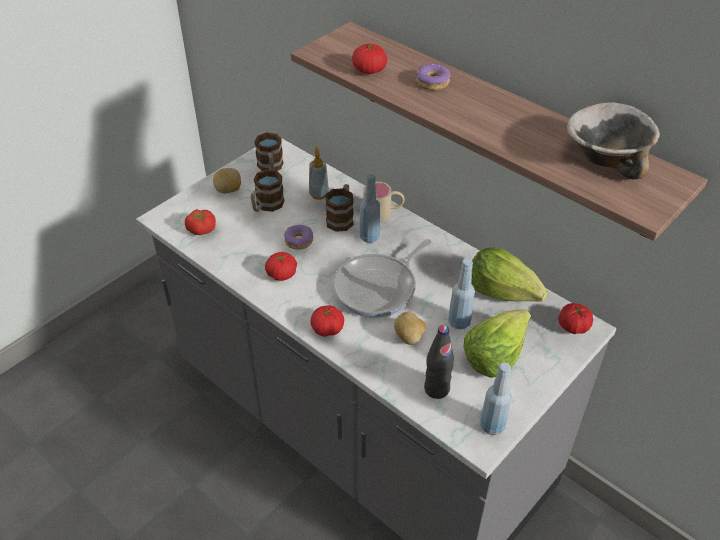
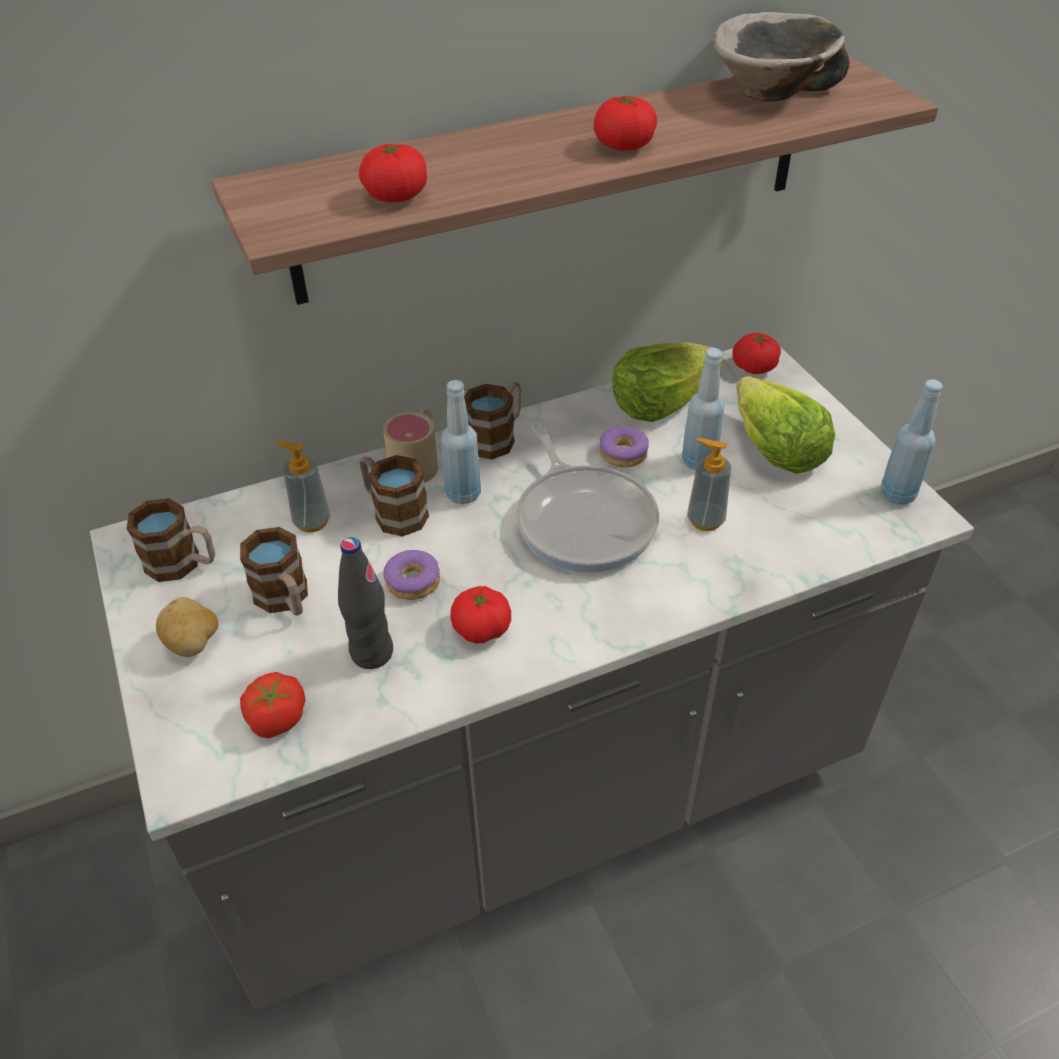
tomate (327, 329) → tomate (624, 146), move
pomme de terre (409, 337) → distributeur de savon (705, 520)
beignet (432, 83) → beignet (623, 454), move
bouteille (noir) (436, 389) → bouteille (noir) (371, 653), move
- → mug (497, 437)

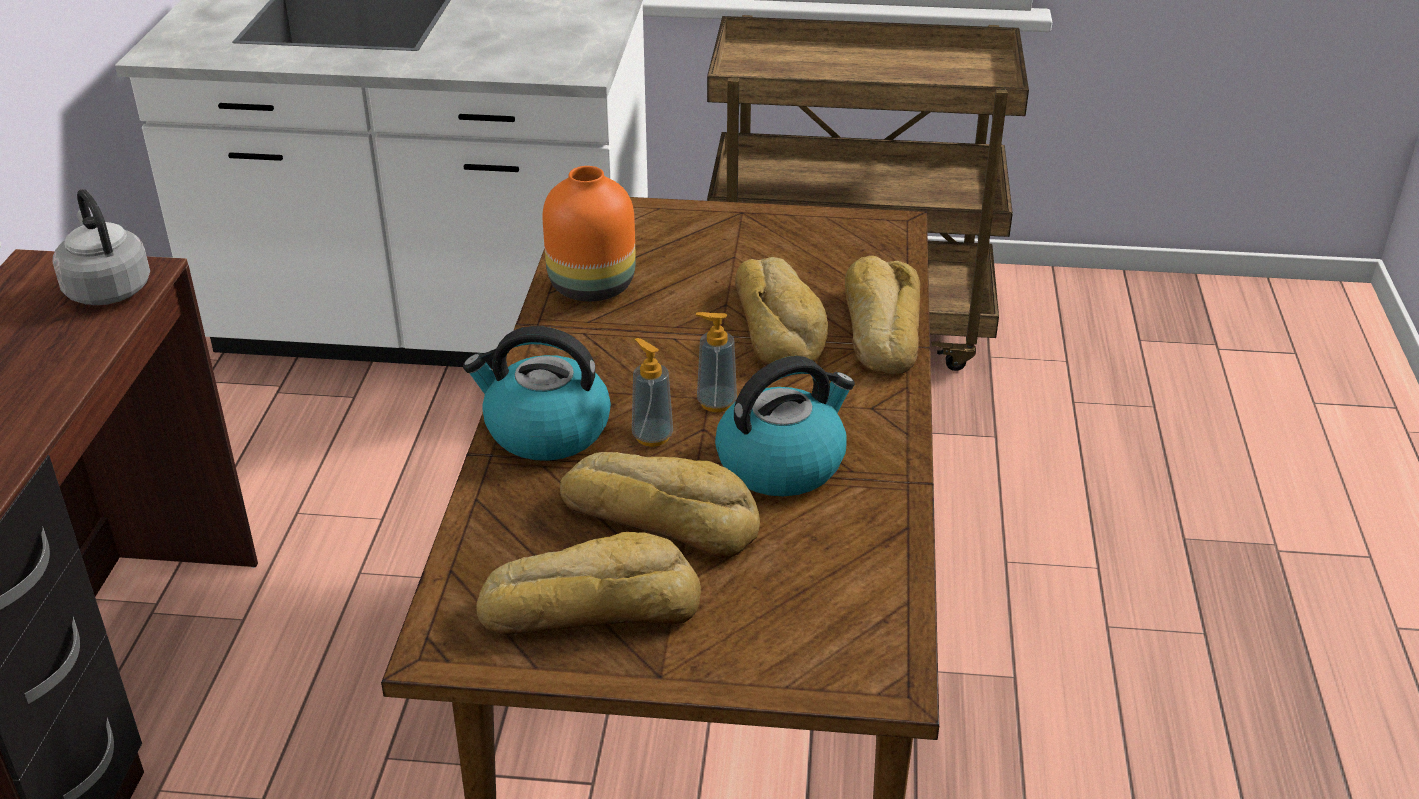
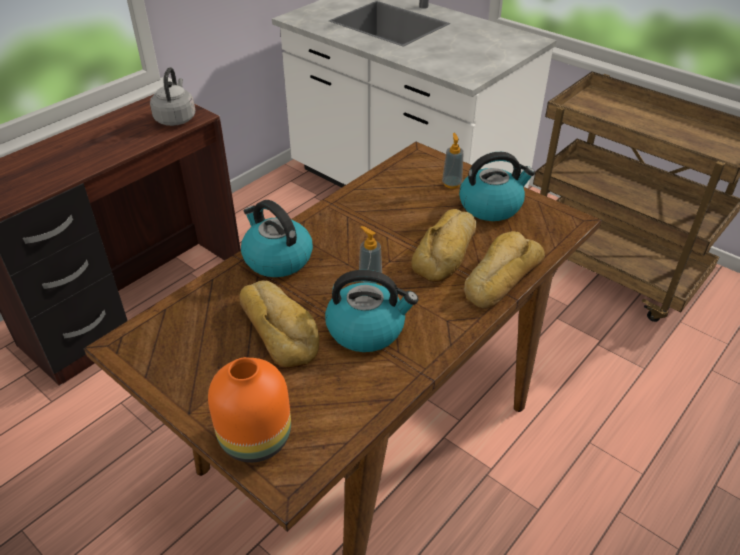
pain (590, 605) → -
vase (orange) (590, 285) → vase (orange) (255, 436), move
distributeur de savon (652, 436) → distributeur de savon (451, 184), move
- → bouilloire (491, 206)

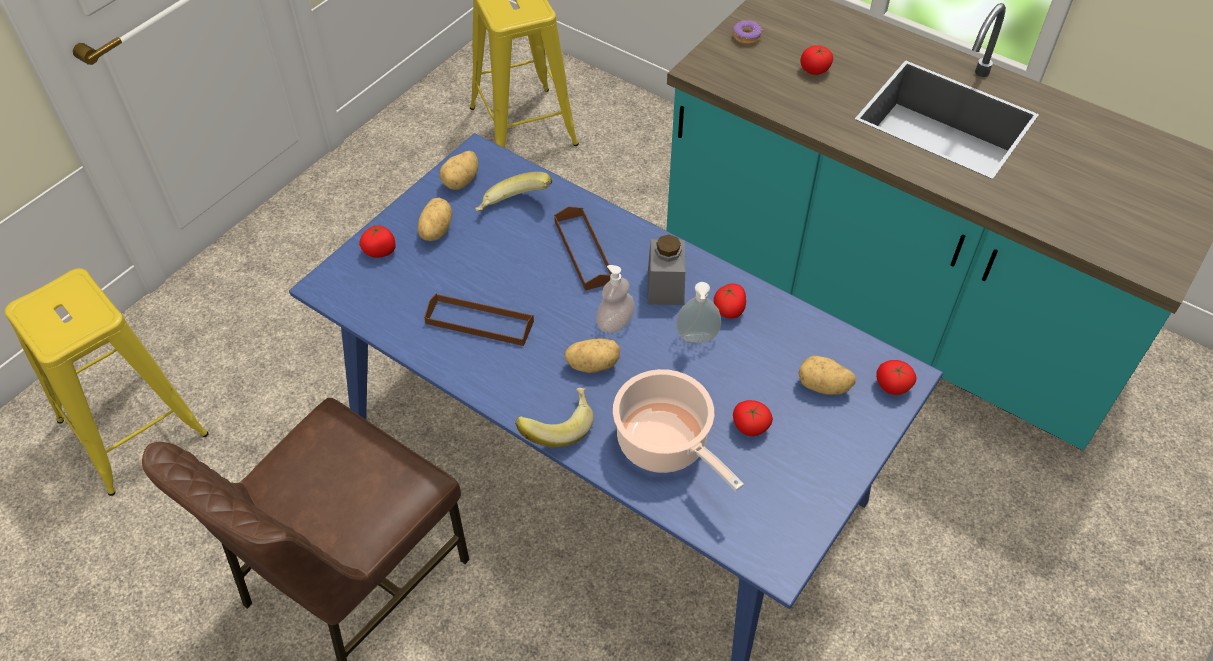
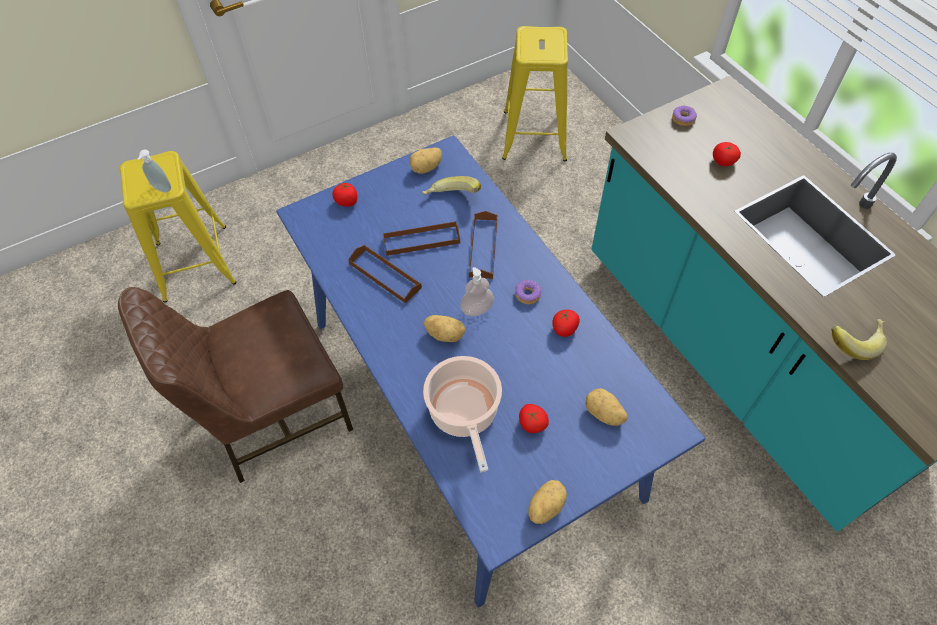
pomme de terre (435, 230) → pomme de terre (545, 506), move
banane (557, 426) → banane (852, 342), move
bocal (gris) (665, 287) → beignet (527, 294)
distributeur de savon (697, 339) → distributeur de savon (161, 189), move
tomate (892, 386) → -
- → plateau (marron) (421, 240)

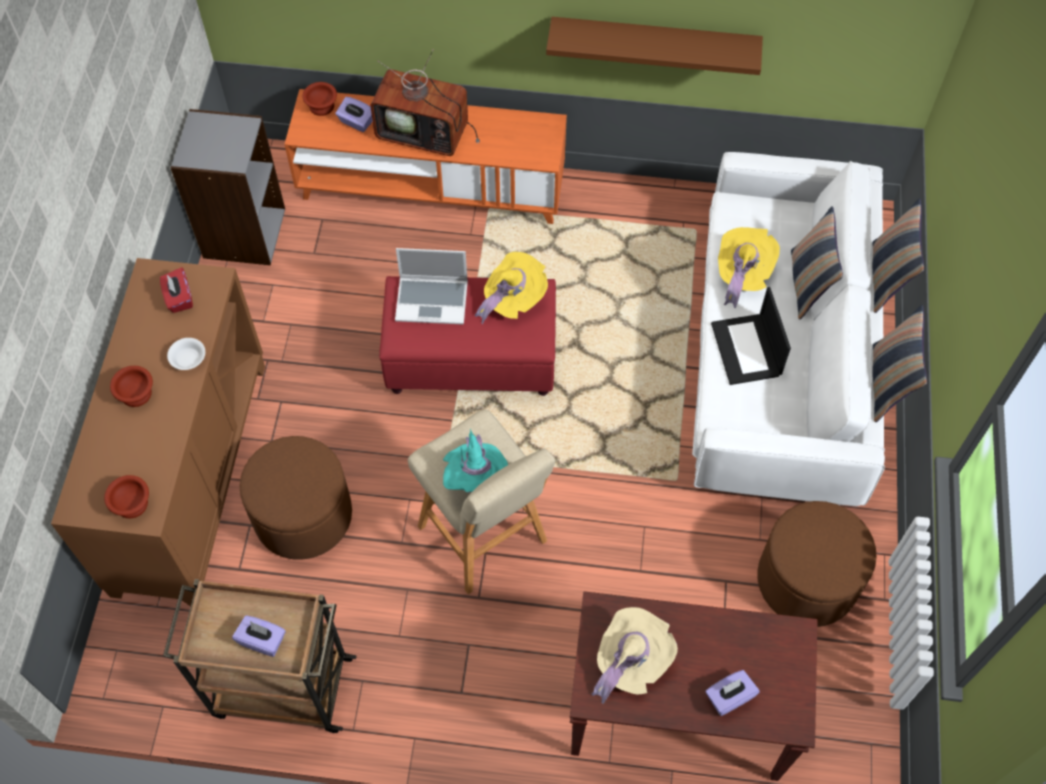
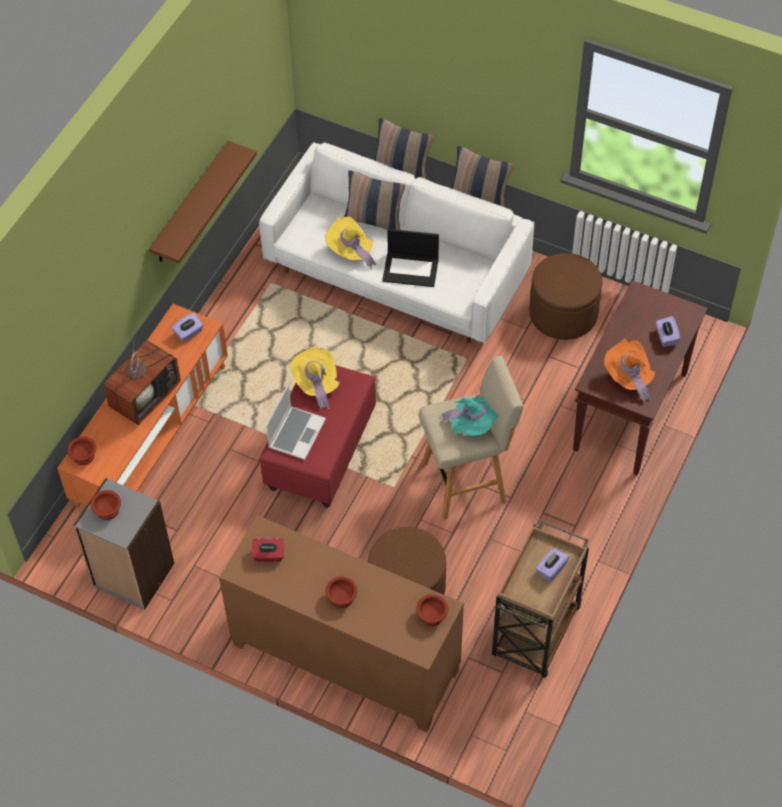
bol (blanc) (188, 359) → -
boîte à mouchoirs (violet) (356, 122) → boîte à mouchoirs (violet) (189, 333), move
chapeau (beige) (630, 661) → chapeau (orange) (628, 378)
- → bol (marron) (106, 510)

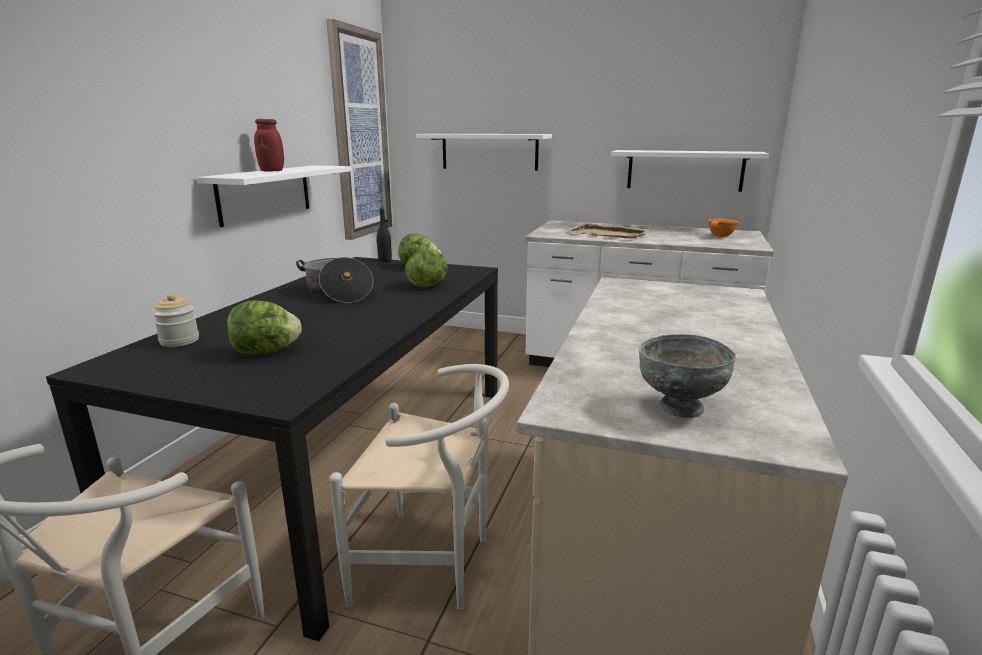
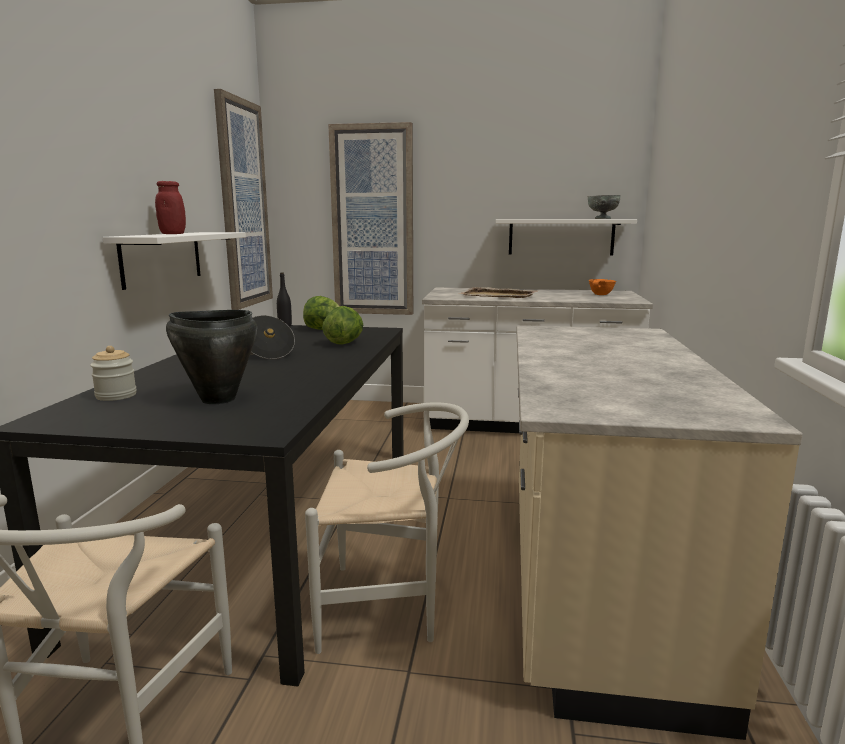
laitue (266, 352) → marmite (noir) (217, 399)
étagère (blanc) (489, 151) → tableau (373, 222)
bol (gris) (679, 408) → bol (gris) (602, 218), move

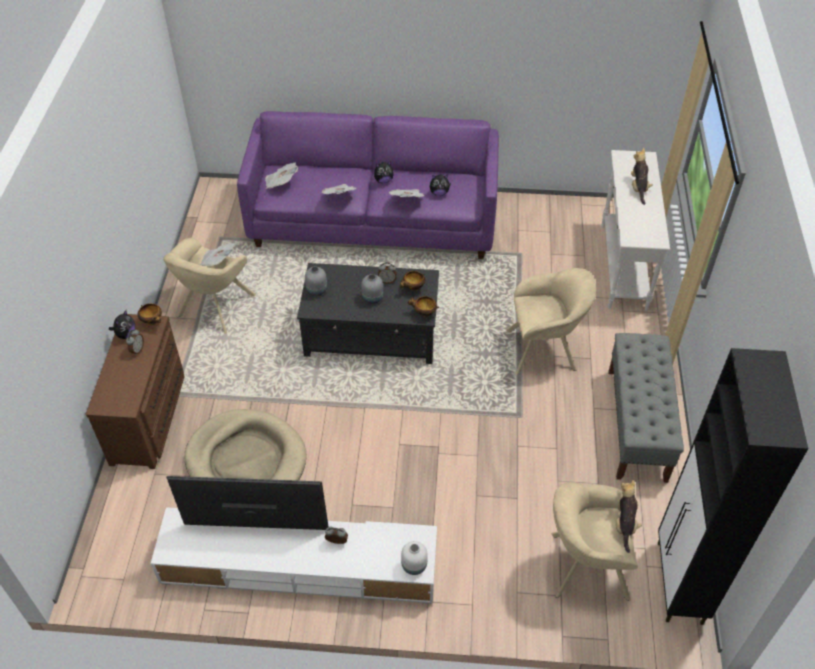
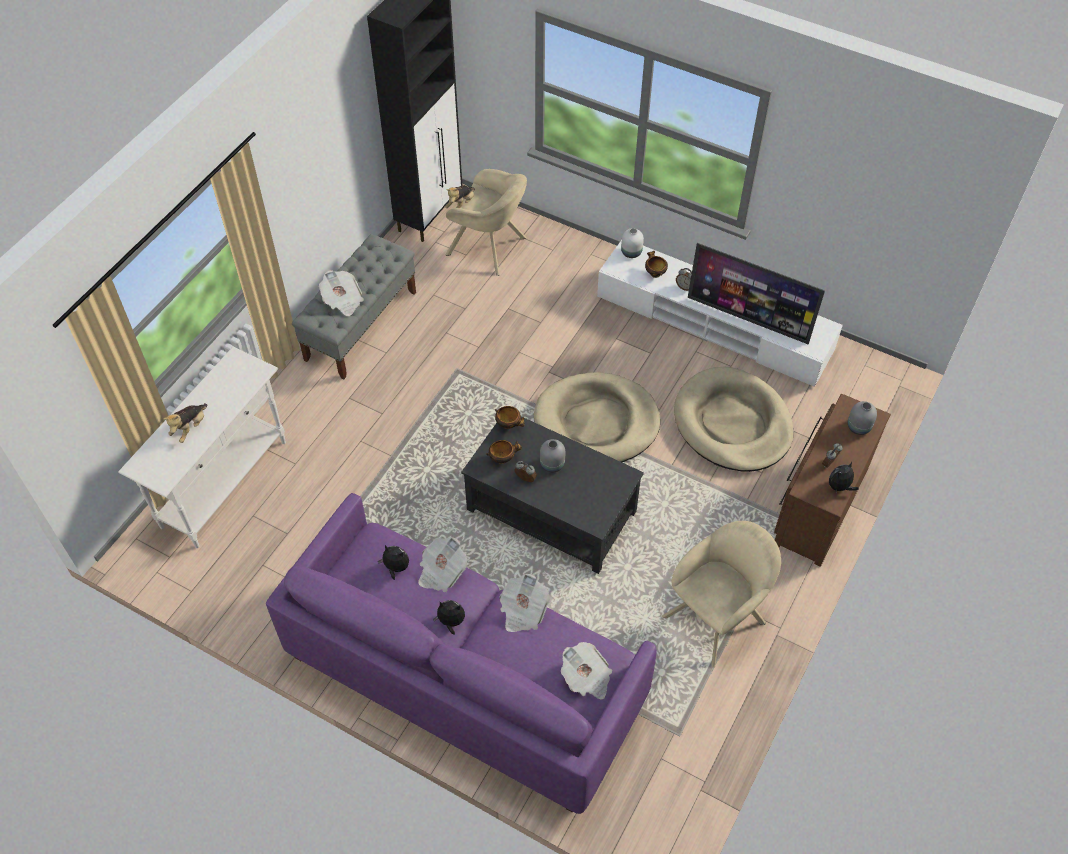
bol (153, 322) → bol (654, 273), move
journal (218, 262) → journal (342, 300), move
vase (gris) (316, 290) → vase (gris) (859, 427), move
fauteuil (beige) (545, 349) → -
- → panier pour chien (beige) (596, 423)

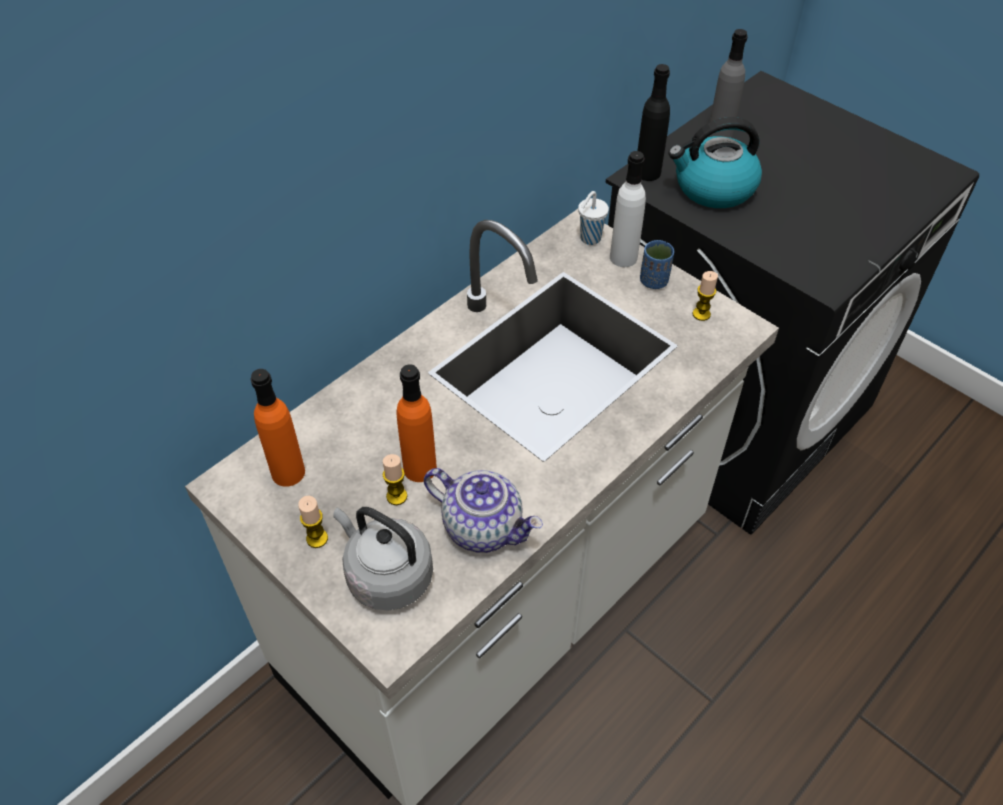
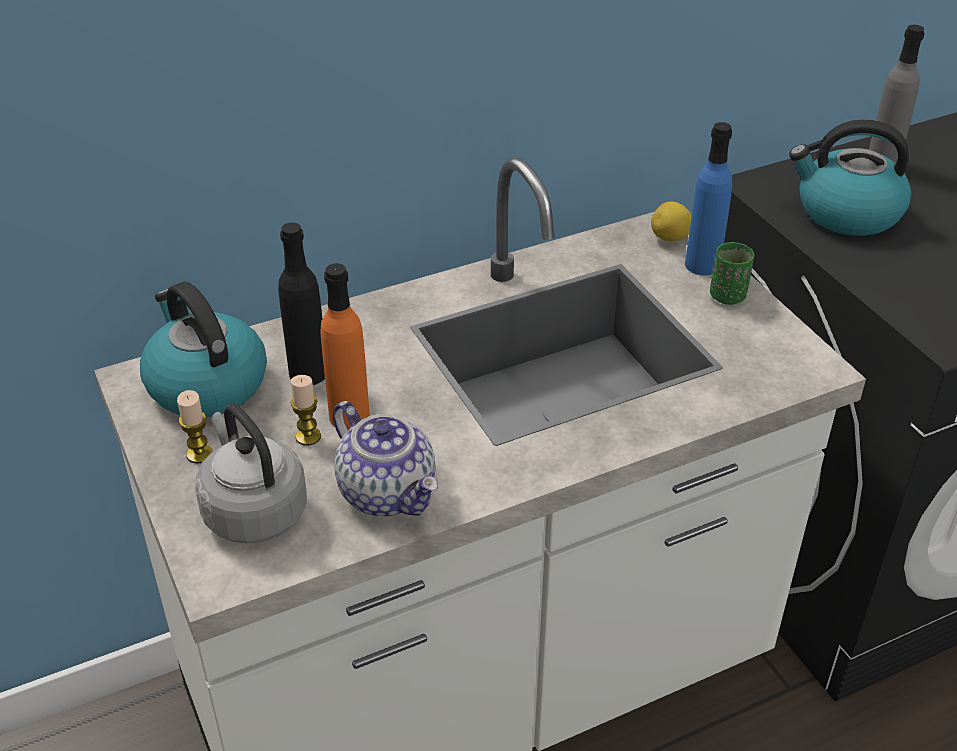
bouteille (orange) (288, 472) → bouilloire (205, 384)
tasse (blanc) (589, 239) → citron (670, 238)
bouteille (blanc) (623, 257) → bouteille (bleu) (702, 265)
bouteille (noir) (647, 172) → bouteille (noir) (308, 373), move
tasse (bleu) (654, 281) → tasse (vert) (727, 296)
bougie (701, 314) → -

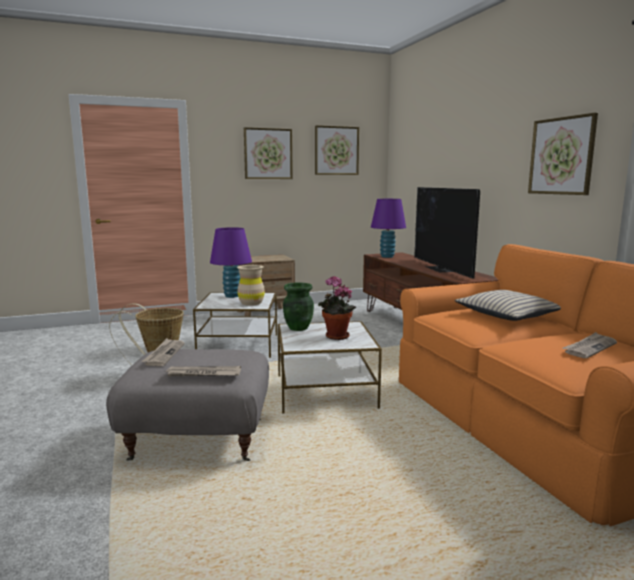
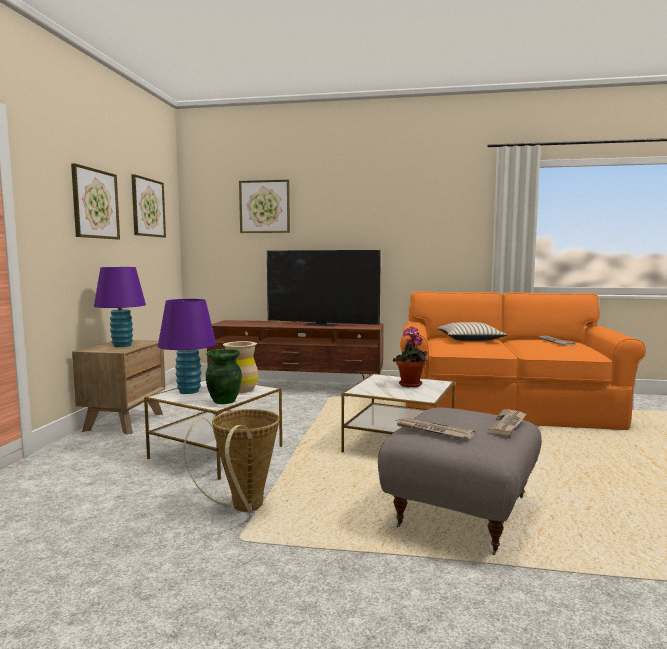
vase (vert) (298, 328) → vase (vert) (224, 401), move
lampe de table (violet) (387, 256) → lampe de table (violet) (122, 345), move
tableau (561, 156) → tableau (264, 206), move

